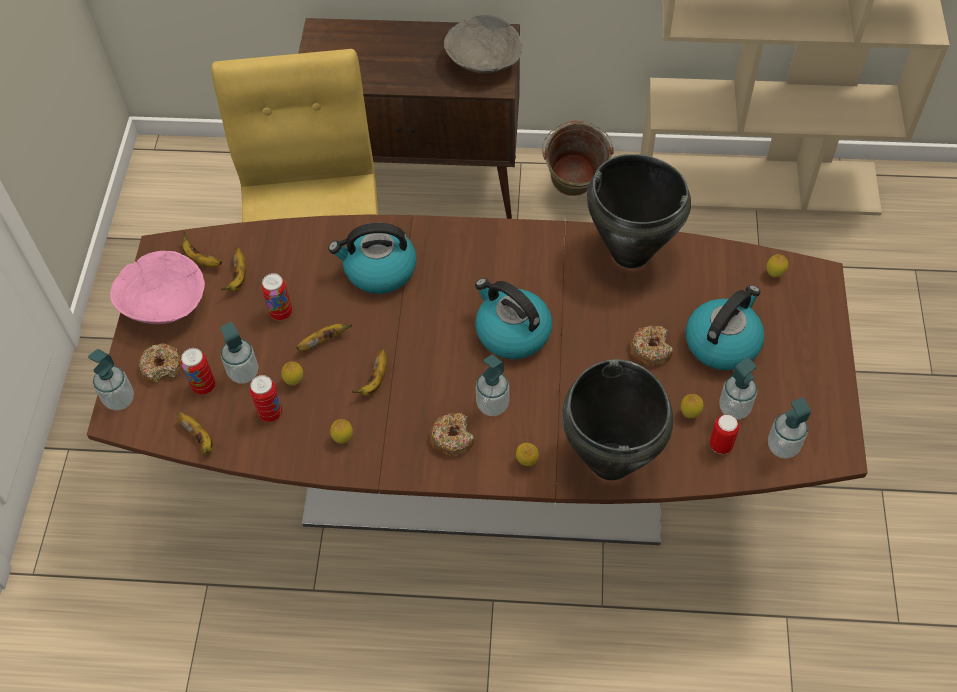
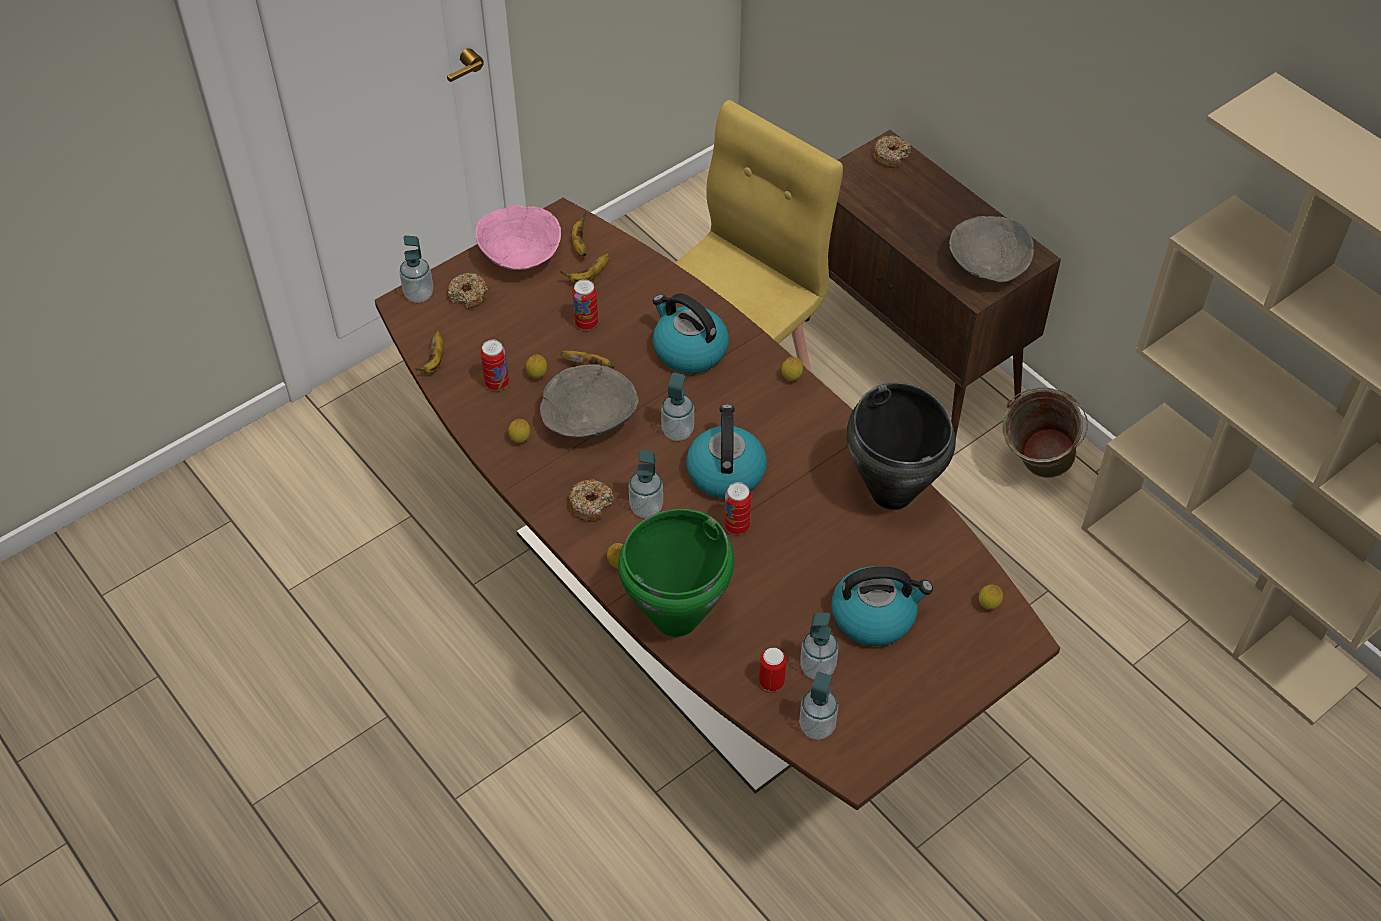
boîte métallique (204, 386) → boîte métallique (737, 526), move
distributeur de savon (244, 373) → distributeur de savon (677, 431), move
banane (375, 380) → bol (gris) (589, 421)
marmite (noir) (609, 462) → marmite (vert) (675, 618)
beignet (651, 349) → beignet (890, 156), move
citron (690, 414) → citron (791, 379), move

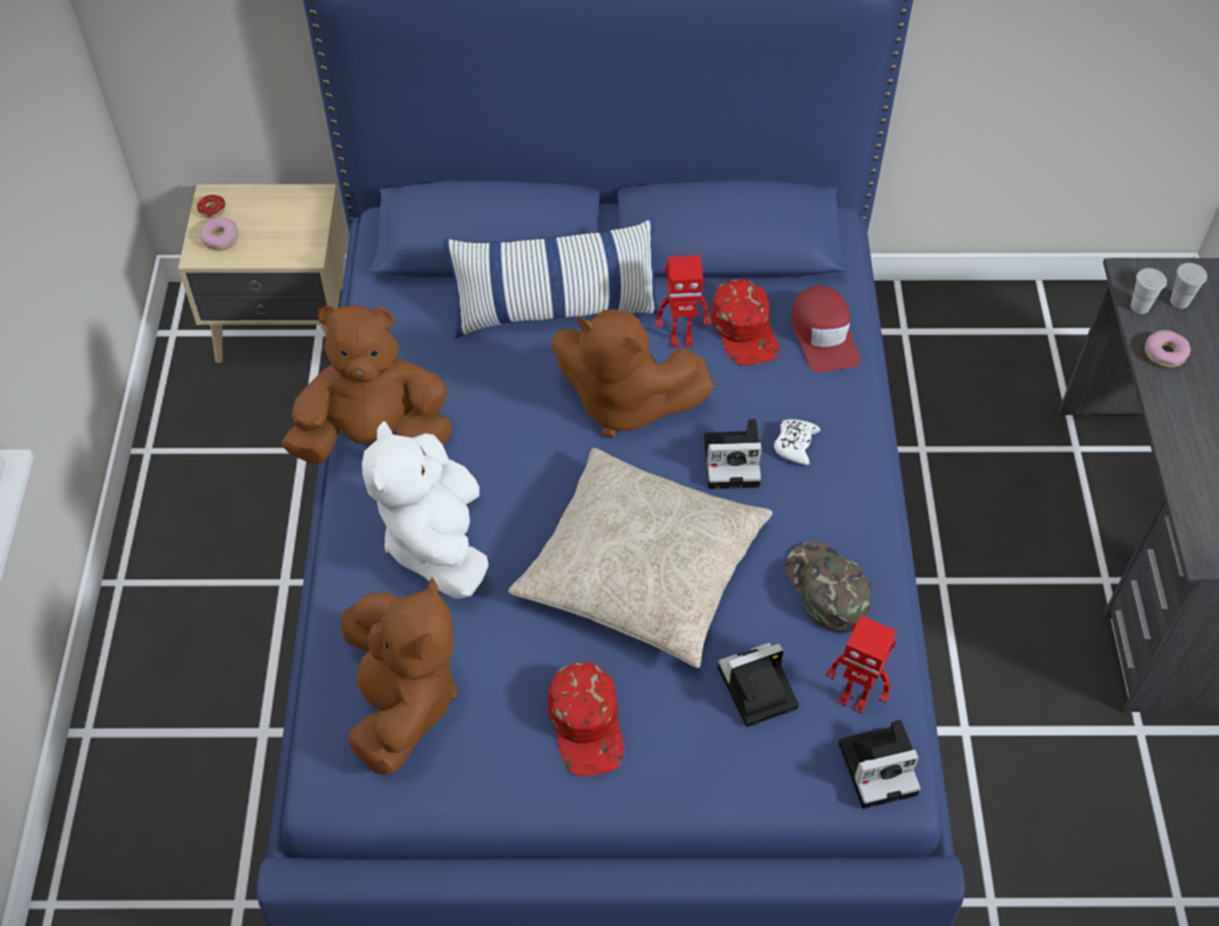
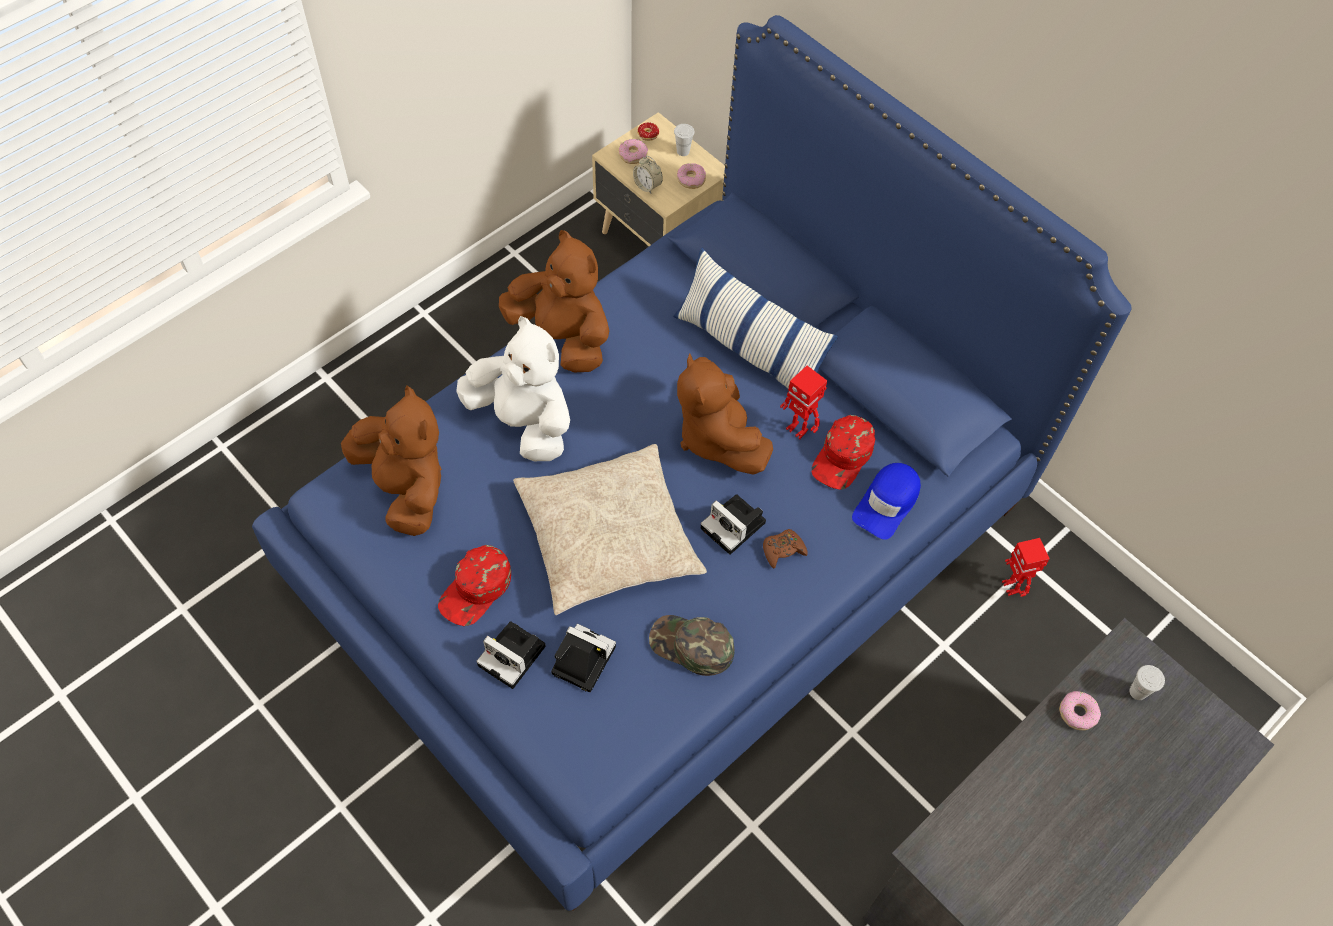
peluche (marron) (402, 702) → peluche (marron) (406, 488), 75 degrees counterclockwise
peluche (blanc) (437, 542) → peluche (blanc) (523, 422), 90 degrees clockwise
manette (blanc) (795, 445) → manette (marron) (783, 550)
casquette (vert) (826, 589) → casquette (vert) (691, 646), 90 degrees counterclockwise
casquette (rouge) (823, 335) → casquette (bleu) (887, 503)
robot jouet (854, 698) → robot jouet (1012, 587), move
appareil photo (880, 767) → appareil photo (514, 656), move
tasse (blanc) (1139, 307) → tasse (blanc) (683, 151), move
- → réveil (647, 186)
- → beignet (691, 179)

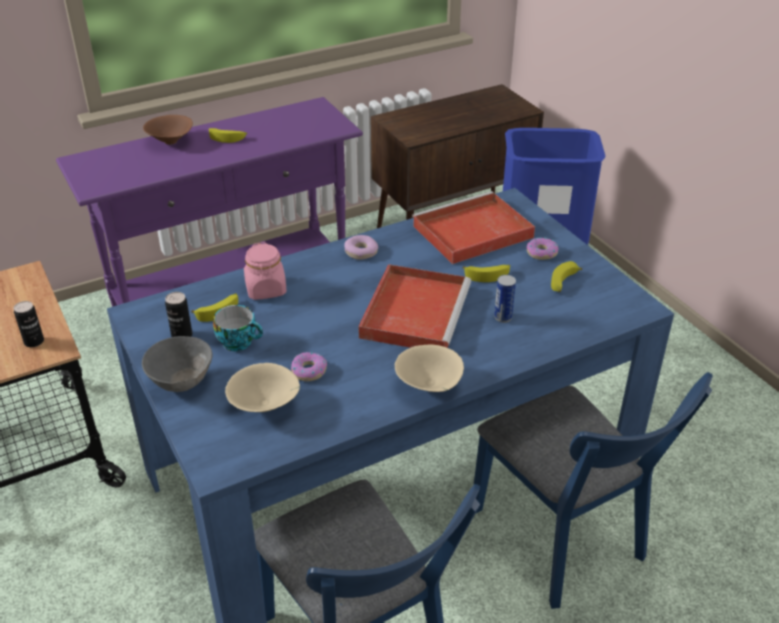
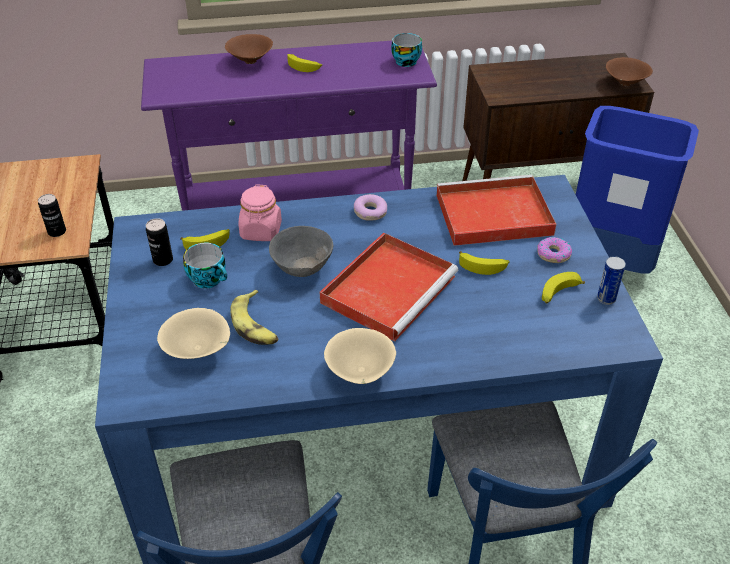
bol (gris) (182, 383) → bol (gris) (302, 269), move
beignet (308, 371) → banane (256, 325)
boîte métallique (503, 317) → boîte métallique (606, 298), move
- → tasse (406, 61)
- → bol (marron) (624, 84)

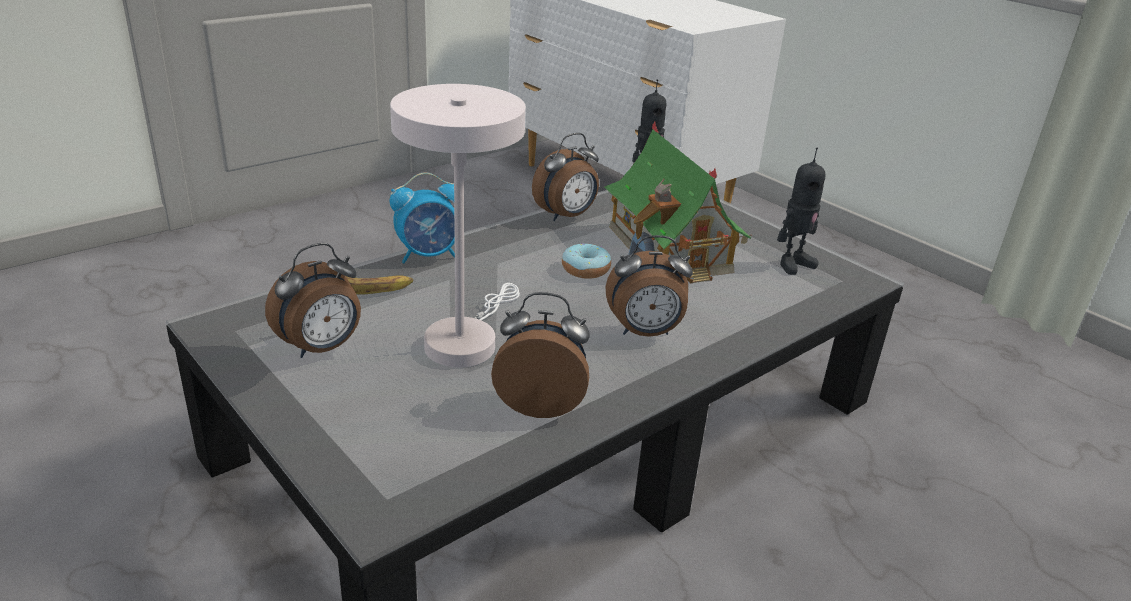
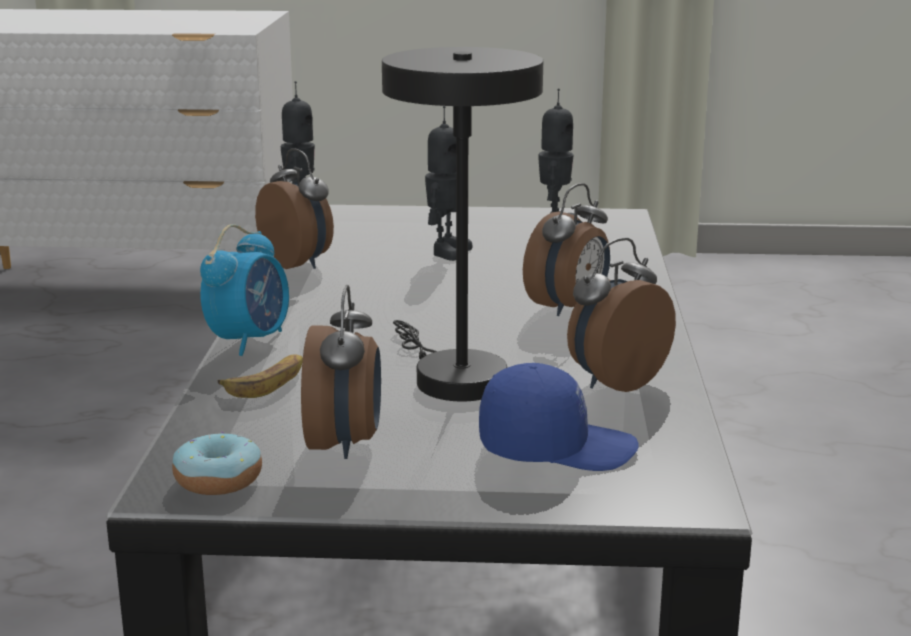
lampe de table (blanc) (465, 340) → lampe de table (noir) (452, 376)
réveil (566, 216) → réveil (299, 263), 45 degrees counterclockwise
beignet (585, 269) → beignet (218, 480), move
maison miniature (669, 249) → robot jouet (446, 252)
- → casquette (bleu) (556, 447)

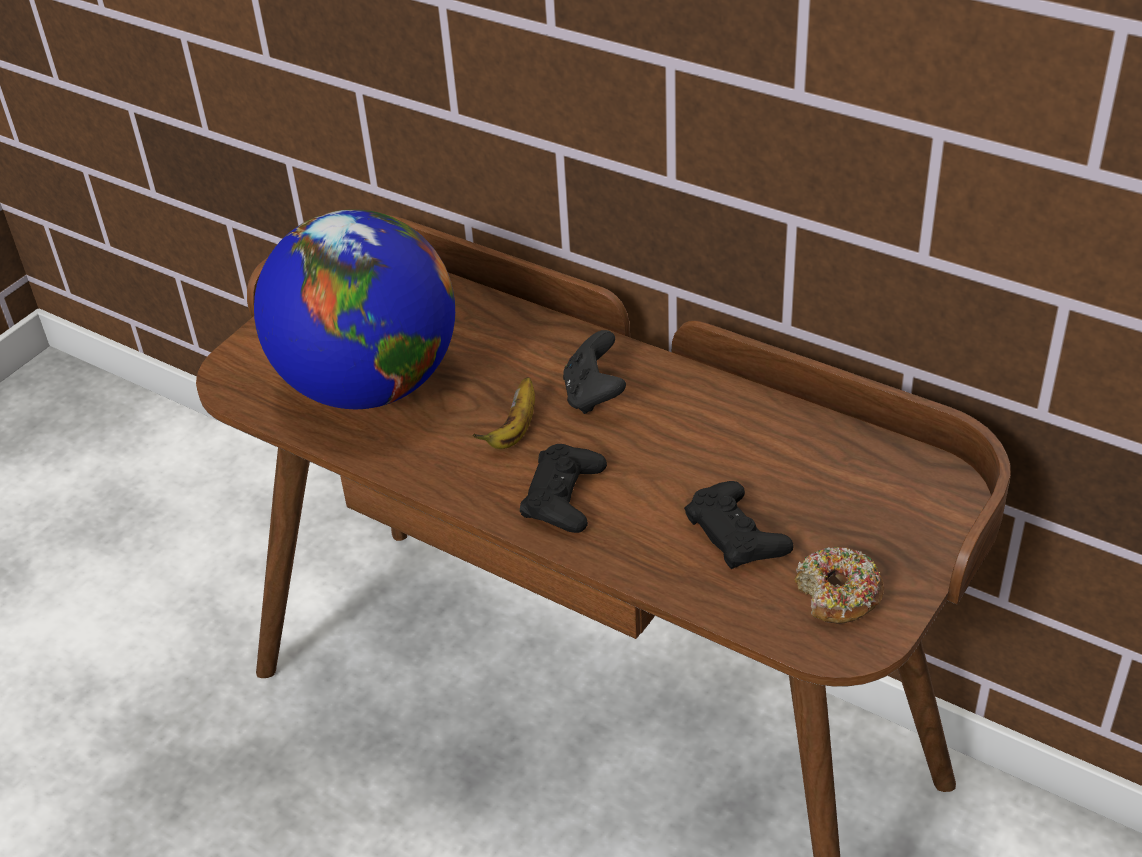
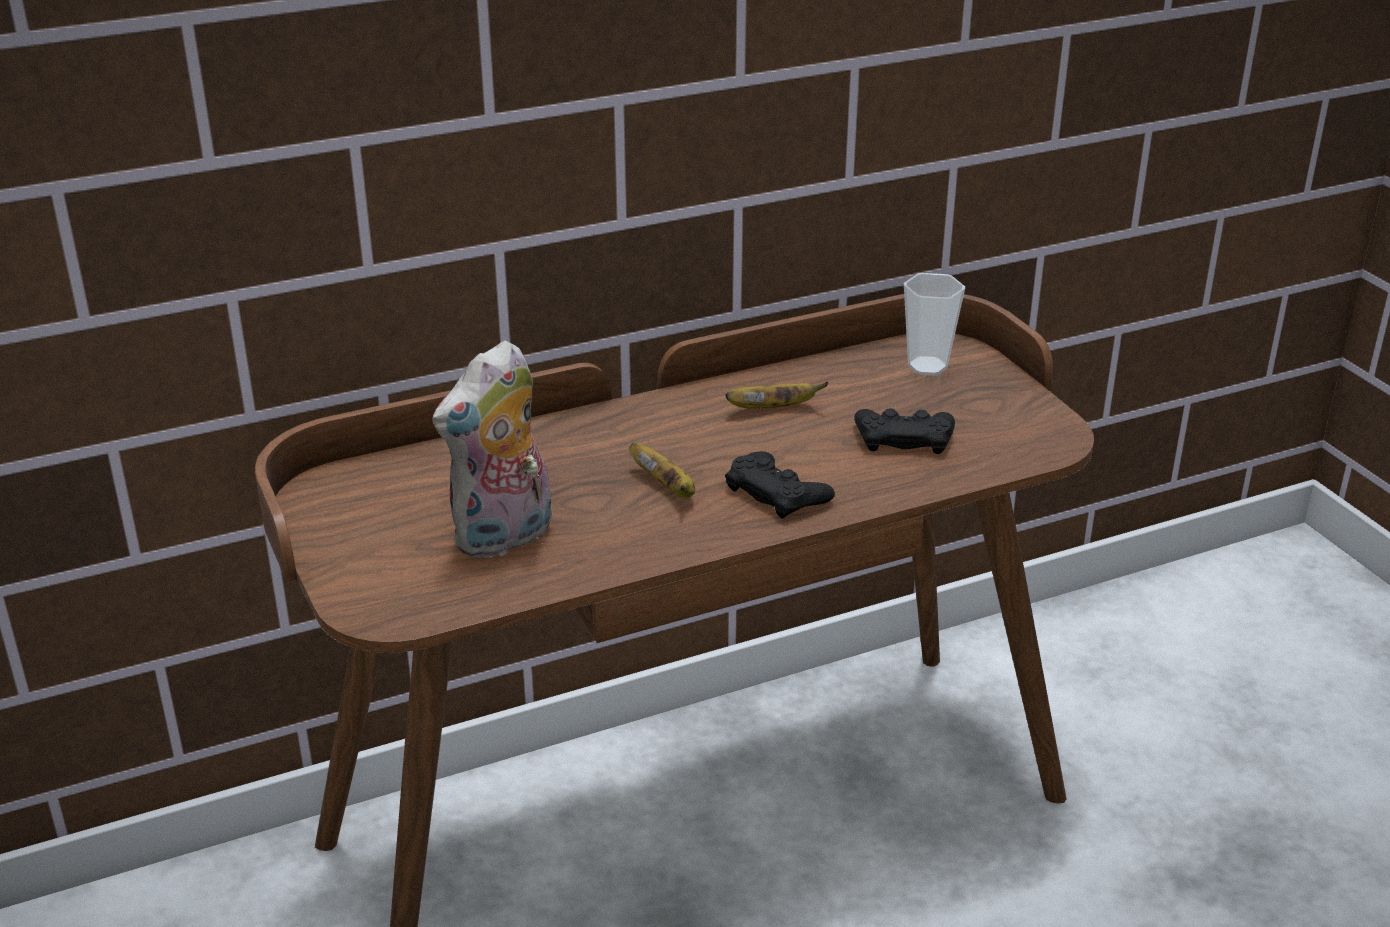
globe (369, 385) → peluche (504, 538)
manette (noir) (593, 395) → -
beignet (837, 595) → -
- → banane (773, 409)
- → tasse (927, 366)

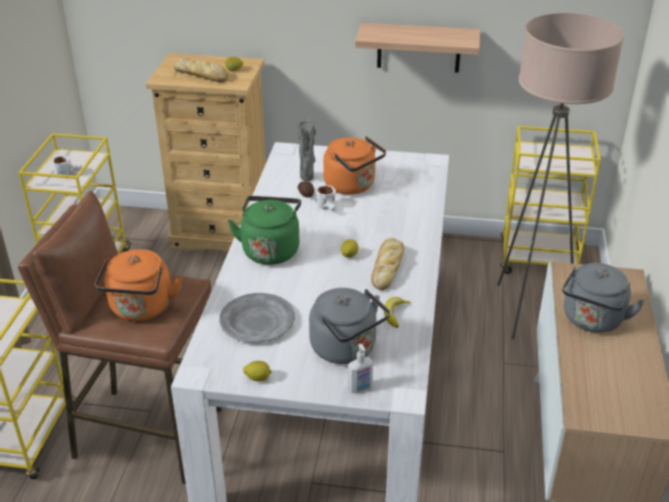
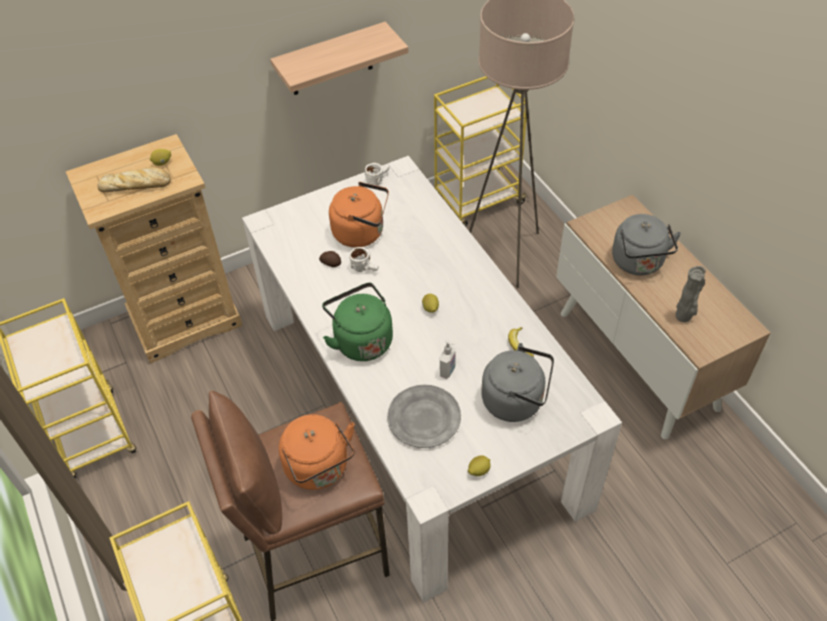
mug (blanc) (69, 174) → mug (blanc) (377, 179), move
vase (gris) (307, 178) → vase (gris) (684, 317), move
distributeur de savon (360, 388) → distributeur de savon (448, 371), move
pain (387, 267) → -

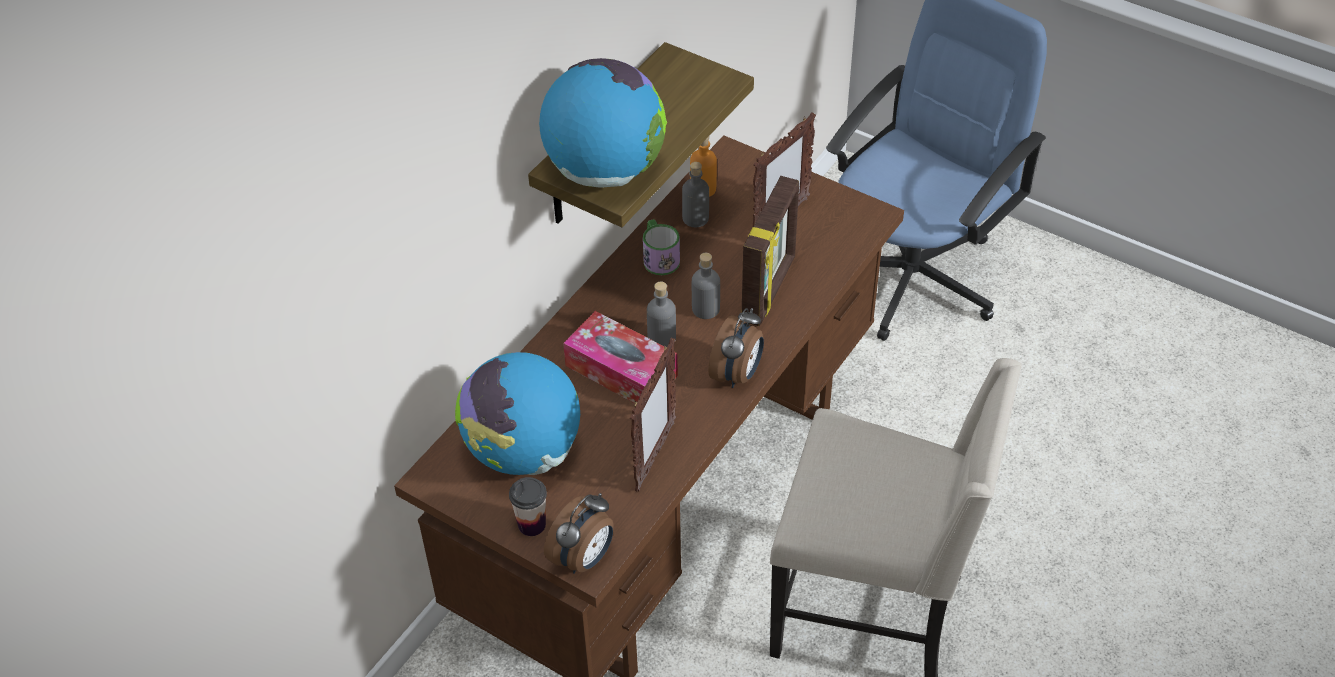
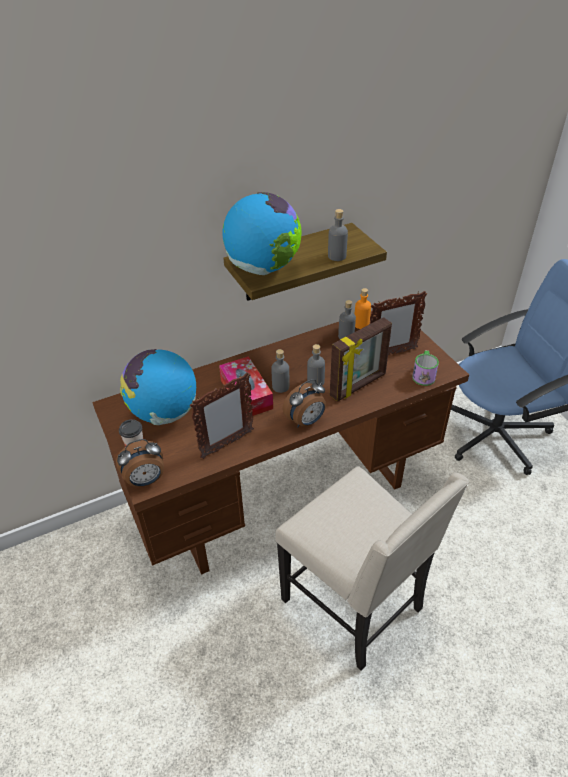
mug (659, 257) → mug (423, 375), move
- → bouteille (gris) (337, 256)

